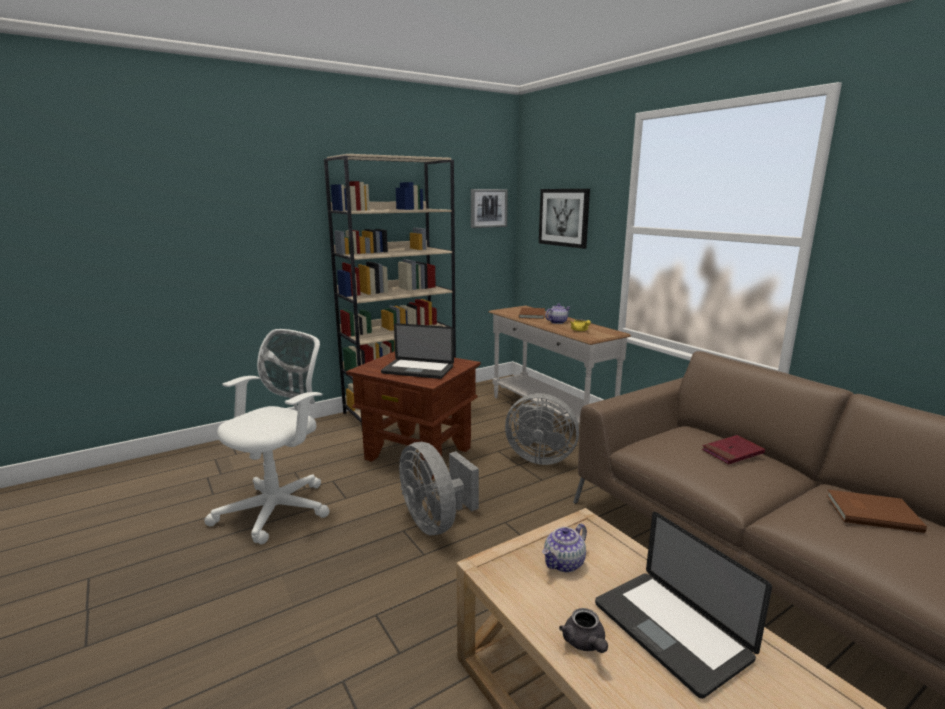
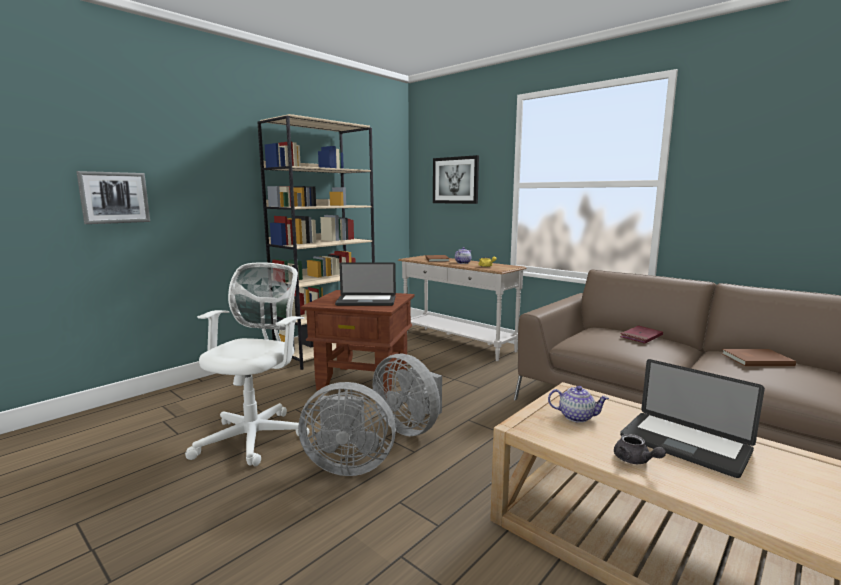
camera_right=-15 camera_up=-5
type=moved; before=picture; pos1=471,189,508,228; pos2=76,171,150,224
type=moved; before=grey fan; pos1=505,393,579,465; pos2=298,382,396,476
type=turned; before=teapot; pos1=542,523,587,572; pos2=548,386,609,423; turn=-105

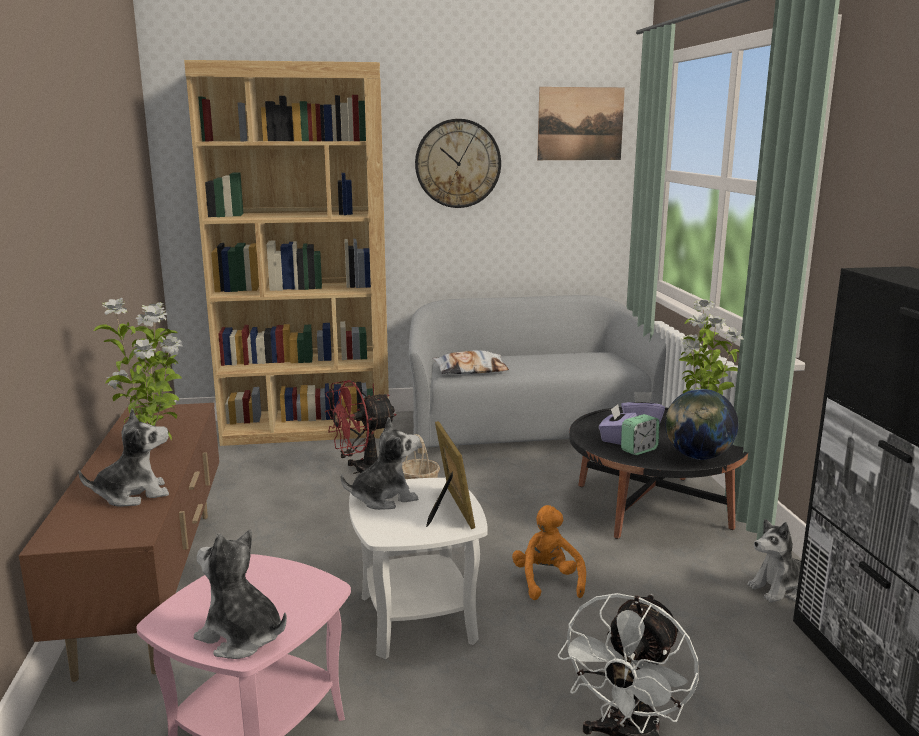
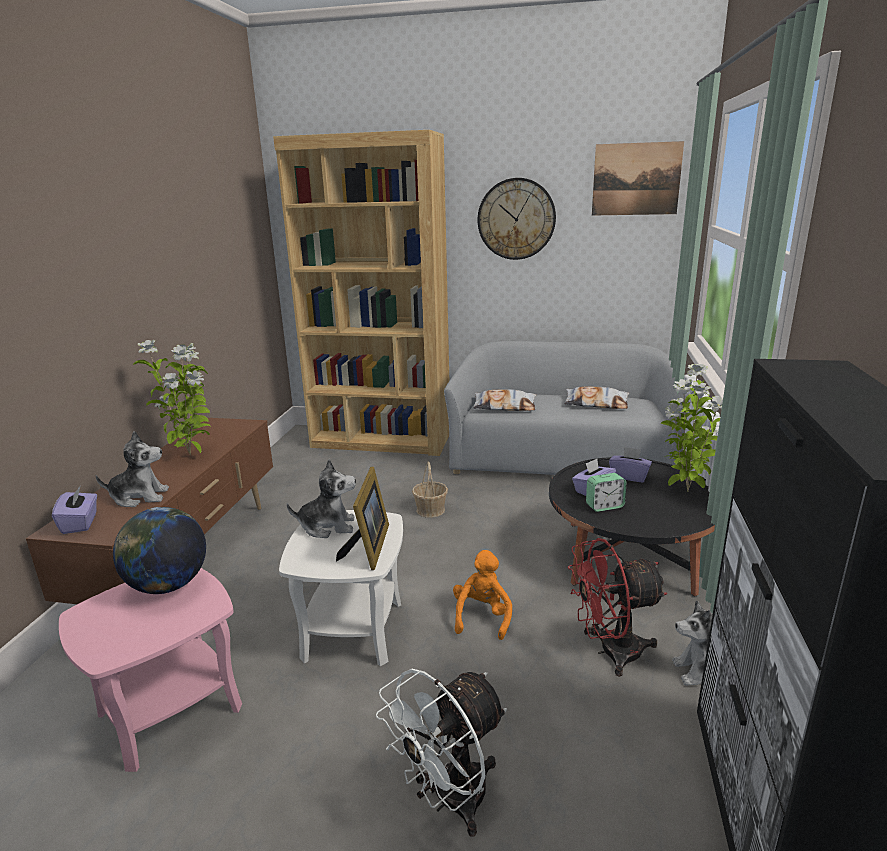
camera_right=20 camera_up=5
type=removed; before=plush toy; pos1=194,529,287,659
type=added; after=purple tissue box; pos2=52,485,97,534
type=added; after=pillow; pos2=564,386,630,409
type=moved; before=red fan; pos1=325,380,397,474; pos2=568,538,667,677
type=moved; before=globe; pos1=665,389,739,460; pos2=113,507,206,594

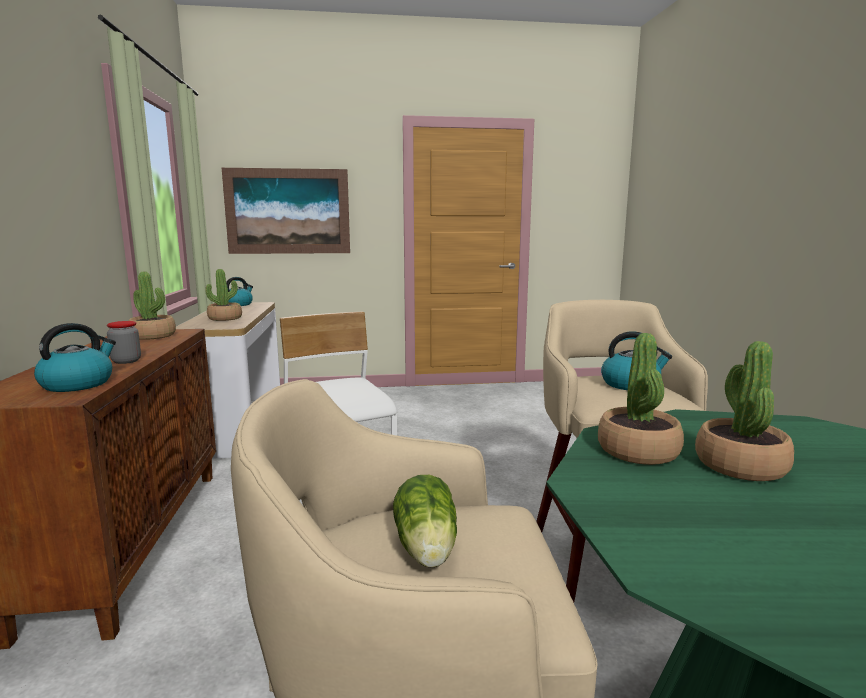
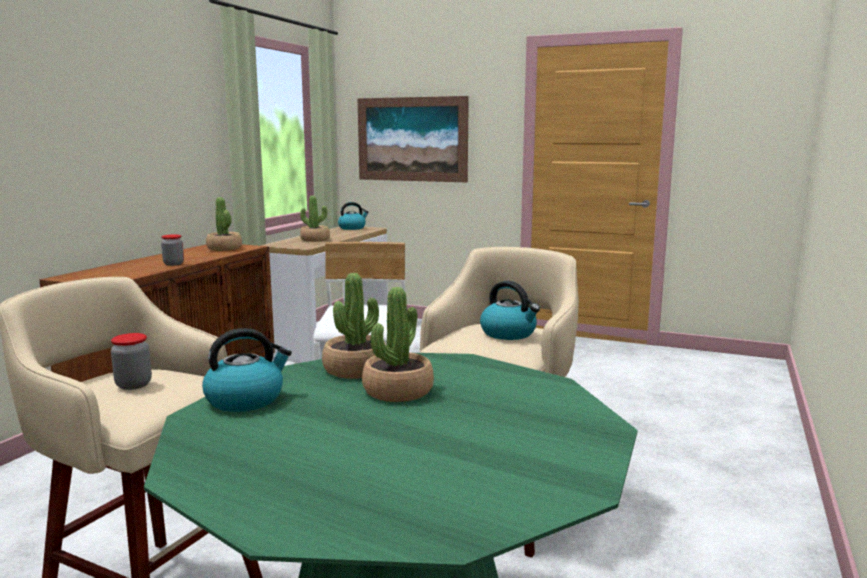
camera_right=30 camera_up=0
type=moved; before=kettle; pos1=34,323,116,392; pos2=202,328,292,412
type=replaced; before=lettuce; after=jar; pos1=393,475,457,568; pos2=111,333,152,390

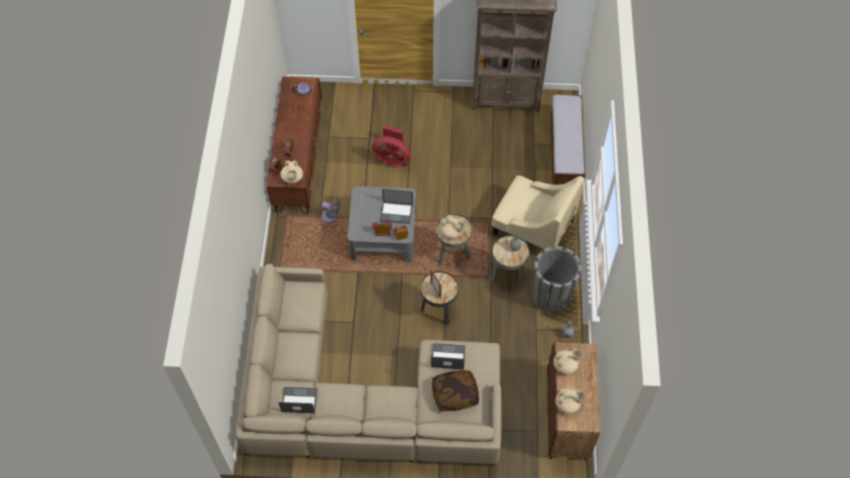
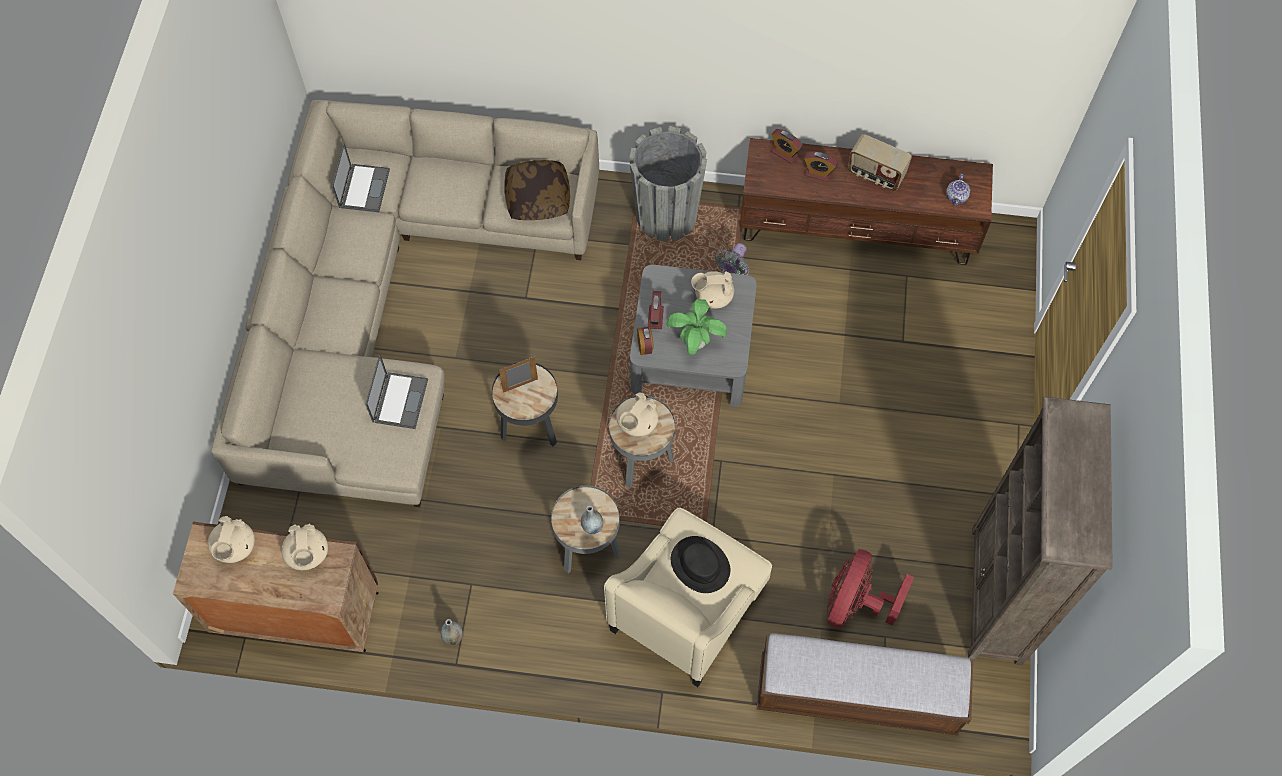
camera_right=95 camera_up=5
type=added; after=black hat; pos2=671,536,730,593
type=added; after=radio; pos2=848,134,912,191
type=moved; before=beige teapot; pos1=281,161,303,184; pos2=691,271,734,309
type=moved; before=red fan; pos1=372,125,411,167; pos2=827,549,914,628
type=moved; before=pillow; pos1=432,370,479,411; pos2=504,160,570,220
type=moved; before=grey planter; pos1=533,246,582,313; pos2=629,126,707,242
type=replaced; before=laptop; after=potted plant; pos1=380,189,413,224; pos2=666,299,727,355

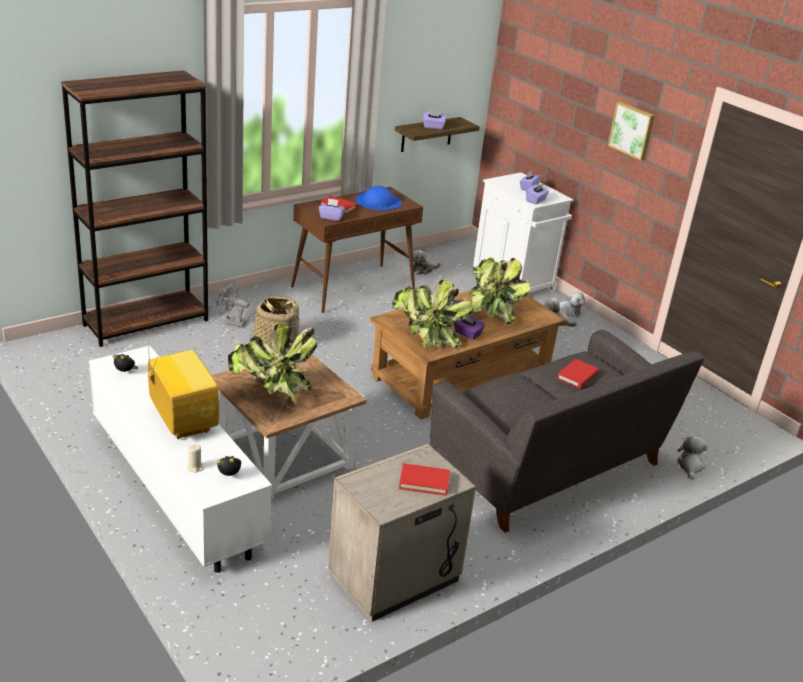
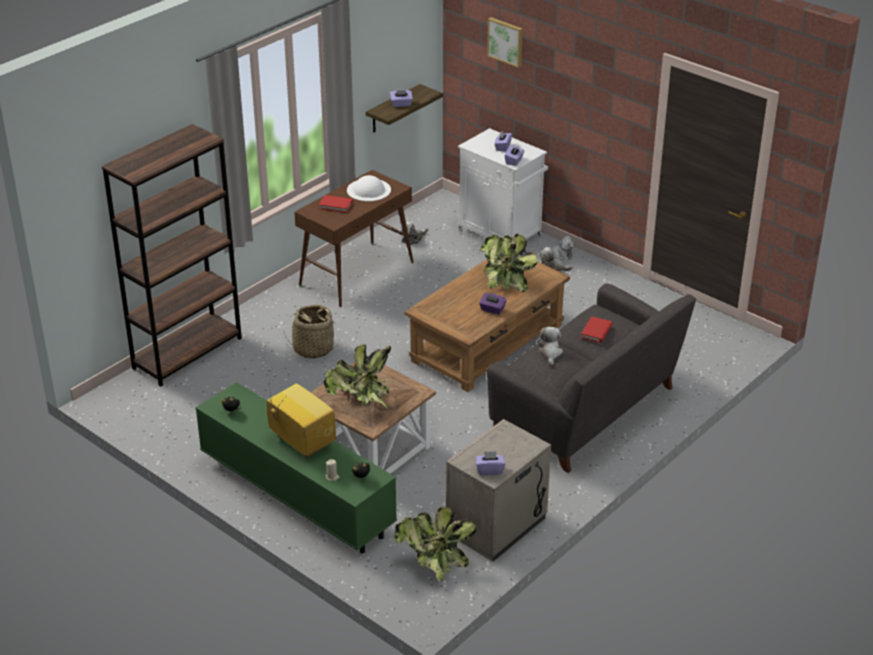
camera_right=-10 camera_up=5
type=removed; before=grey fan; pos1=217,281,249,327
type=removed; before=red book; pos1=399,463,450,496
type=moved; before=purple tissue box; pos1=319,198,345,221; pos2=476,451,505,475
type=moved; before=potted plant; pos1=392,280,474,349; pos2=394,507,476,581
type=moved; before=picture; pos1=608,102,655,161; pos2=487,17,523,67
type=moved; before=plush toy; pos1=677,436,707,480; pos2=537,326,563,366
type=recoloured; before=white tv stand; after=green tv stand; pos1=89,346,272,573; pos2=195,382,397,554
type=recoloured; before=blue hat; after=white hat; pos1=356,186,402,210; pos2=347,175,391,201

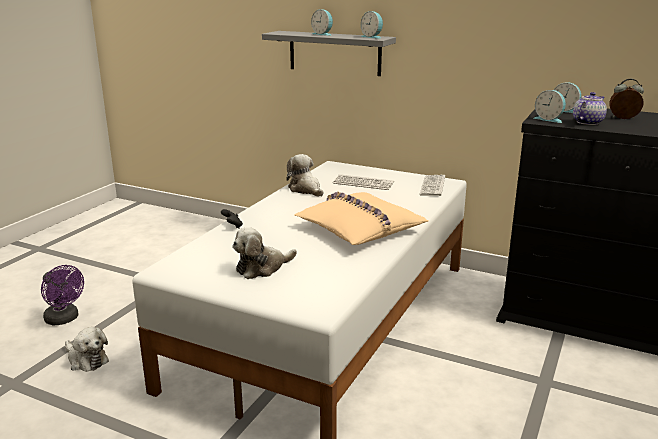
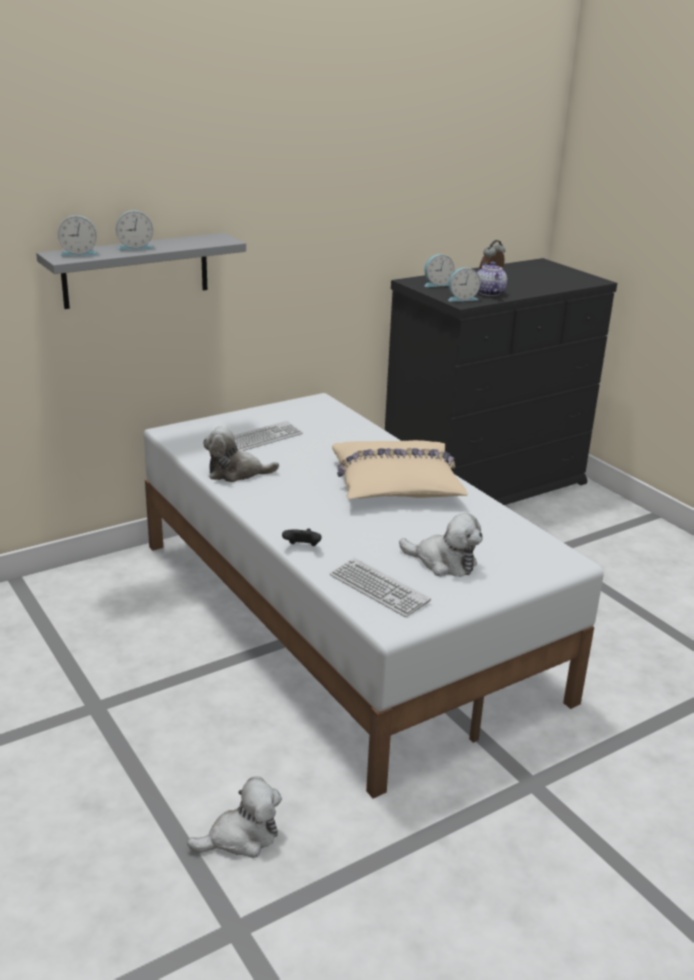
camera_right=-60 camera_up=5
type=removed; before=purple fan; pos1=41,265,84,325
type=moved; before=alarm clock; pos1=361,11,383,39; pos2=58,215,99,256
type=moved; before=keyboard; pos1=419,175,445,196; pos2=330,558,431,617
type=turned; before=plush toy; pos1=232,227,297,279; pos2=399,513,483,577; turn=-60

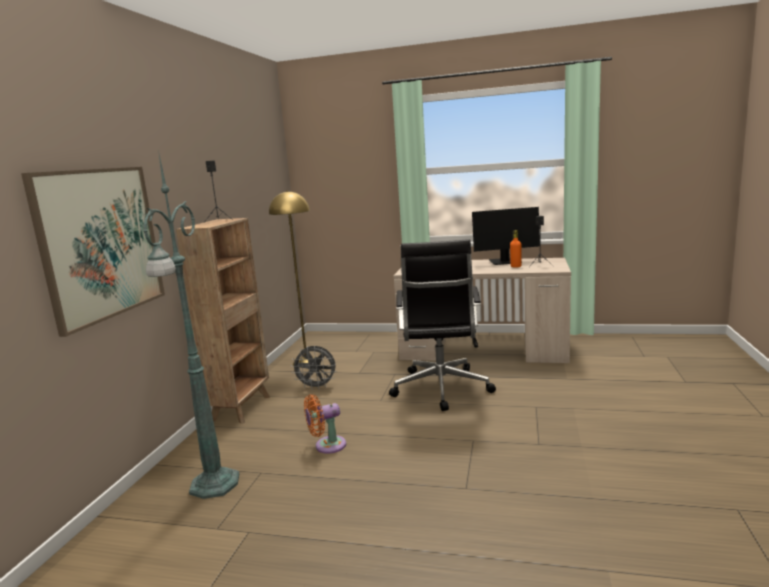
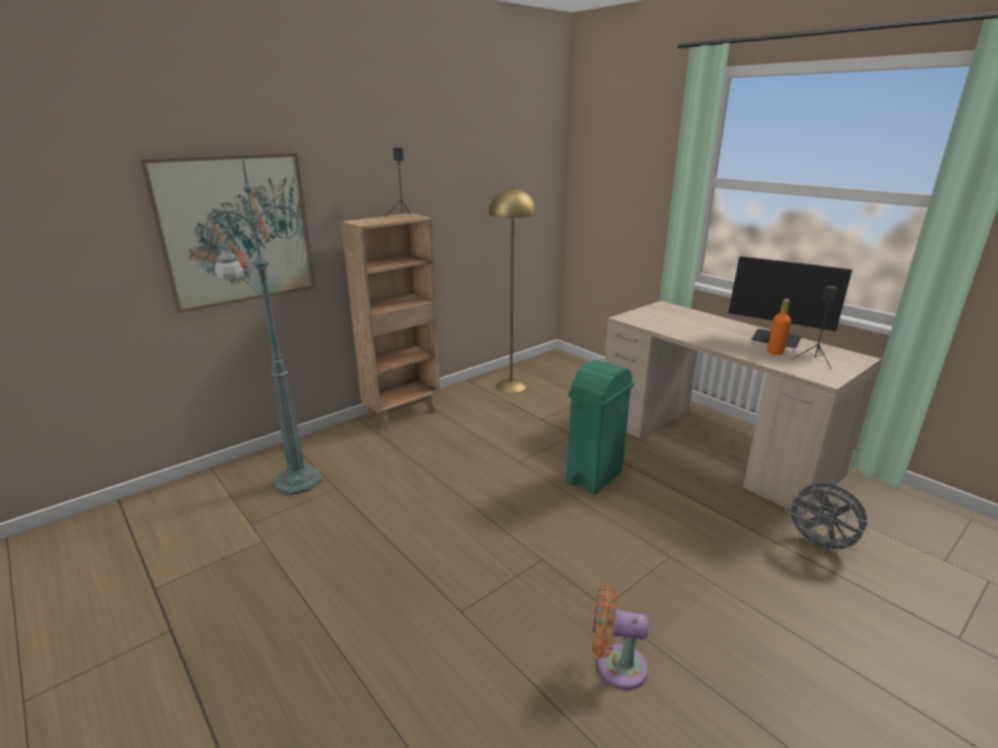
camera_right=35 camera_up=10
type=moved; before=grey fan; pos1=291,346,337,390; pos2=785,483,869,555
type=moved; before=orange fan; pos1=304,394,346,454; pos2=592,584,648,690
type=replaced; before=black office chair; after=green trash can; pos1=389,239,496,411; pos2=566,360,634,495

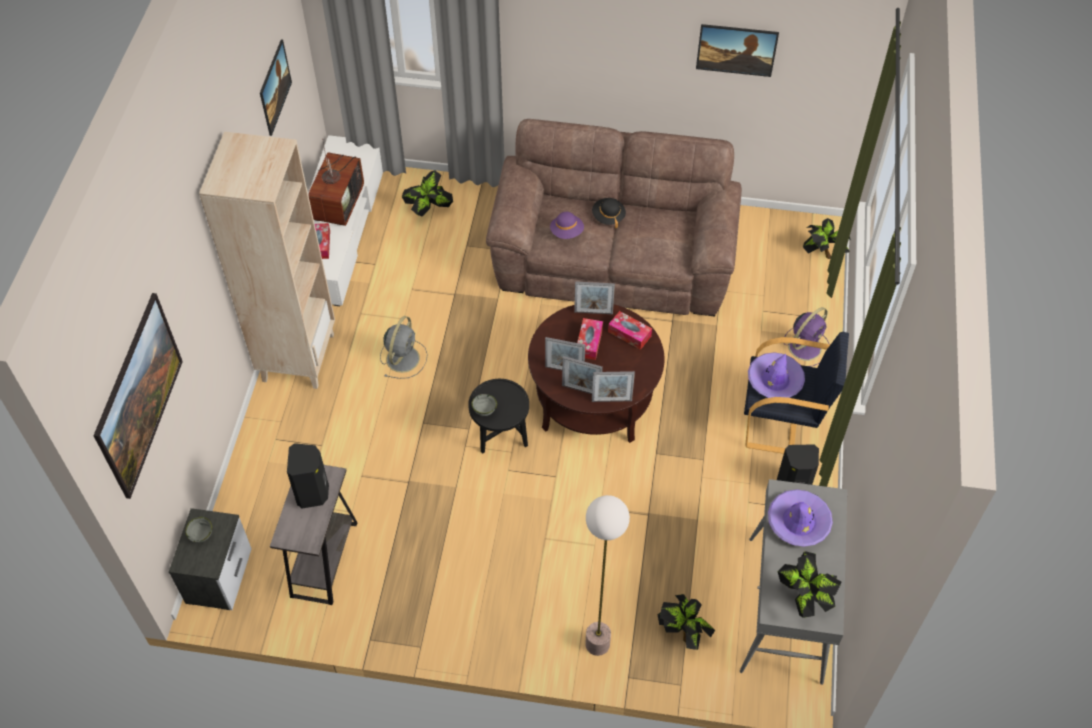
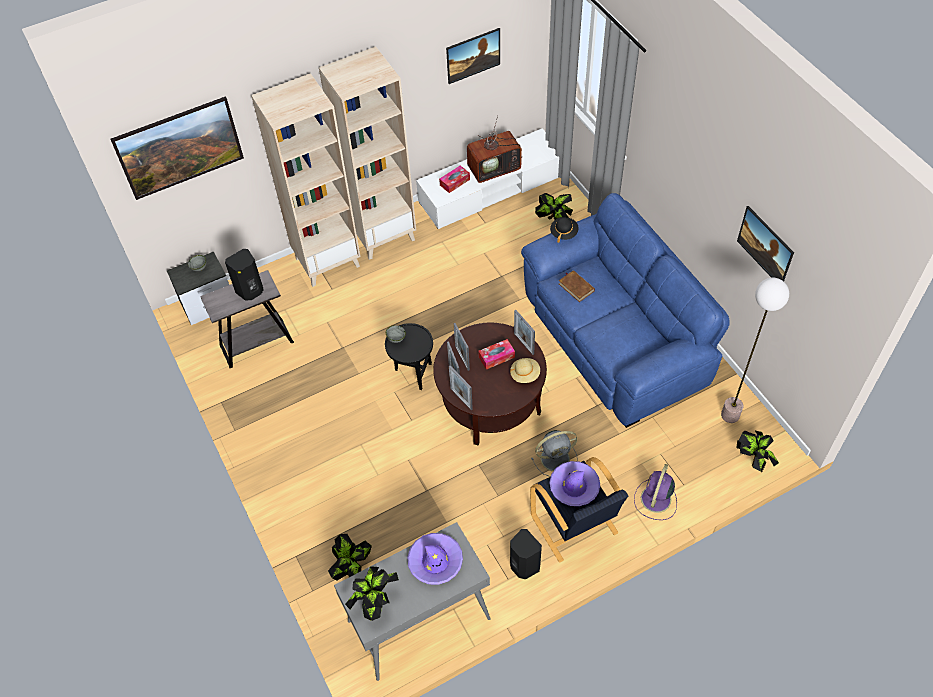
camera_right=55 camera_up=0
type=added; after=beige bookcase; pos2=251,73,361,287
type=moved; before=grey fan; pos1=380,316,428,379; pos2=531,430,578,477
type=moved; before=floor lamp; pos1=585,495,630,656; pos2=721,278,789,423
type=moved; before=black hat; pos1=592,198,626,228; pos2=550,217,579,243
type=replaced; before=purple hat; after=brown book; pos1=550,212,584,239; pos2=559,270,595,302
type=replaced; before=tissue box; after=beige hat; pos1=608,311,652,350; pos2=510,358,540,383
type=recoloured; before=brown sofa; after=blue sofa; pos1=486,119,742,317; pos2=521,193,730,428
type=turned; before=purple fan; pos1=785,307,829,367; pos2=634,464,677,520; turn=105

